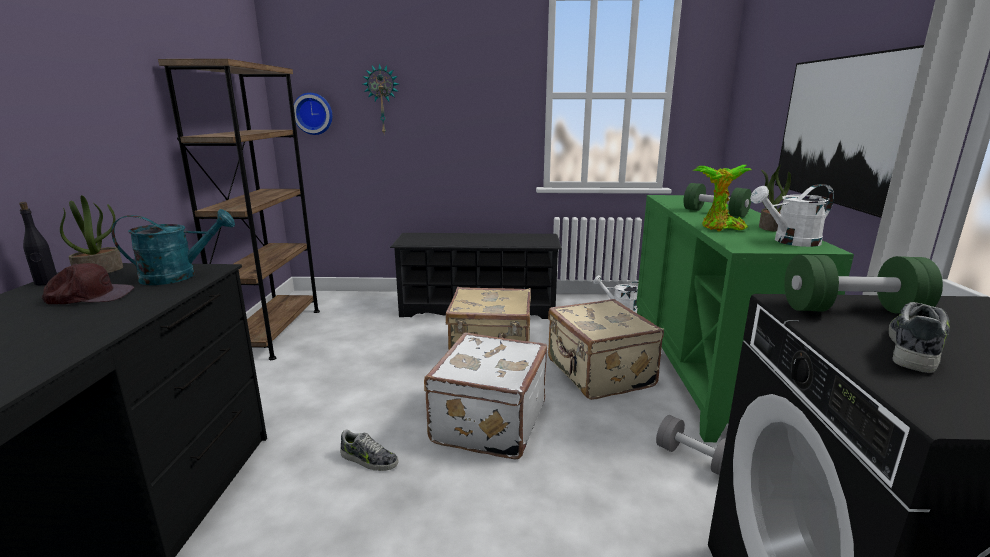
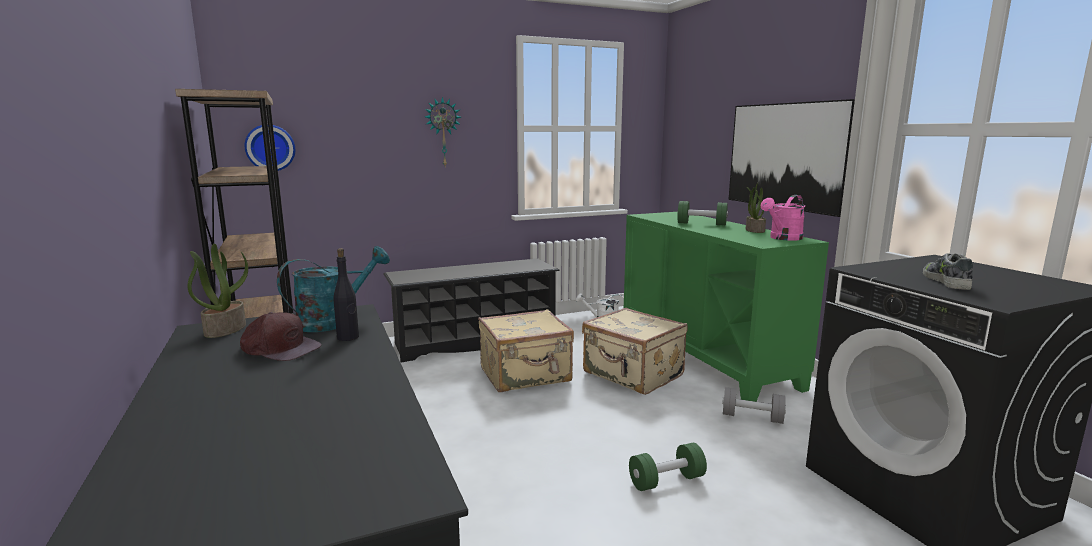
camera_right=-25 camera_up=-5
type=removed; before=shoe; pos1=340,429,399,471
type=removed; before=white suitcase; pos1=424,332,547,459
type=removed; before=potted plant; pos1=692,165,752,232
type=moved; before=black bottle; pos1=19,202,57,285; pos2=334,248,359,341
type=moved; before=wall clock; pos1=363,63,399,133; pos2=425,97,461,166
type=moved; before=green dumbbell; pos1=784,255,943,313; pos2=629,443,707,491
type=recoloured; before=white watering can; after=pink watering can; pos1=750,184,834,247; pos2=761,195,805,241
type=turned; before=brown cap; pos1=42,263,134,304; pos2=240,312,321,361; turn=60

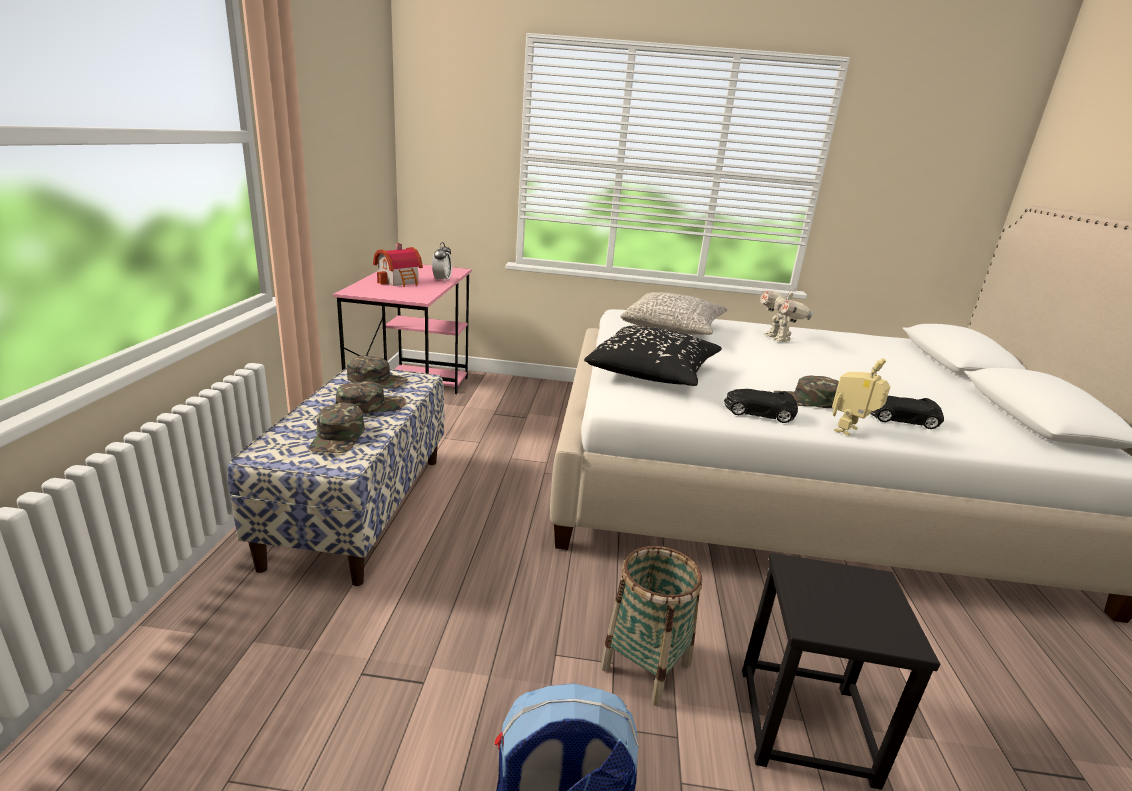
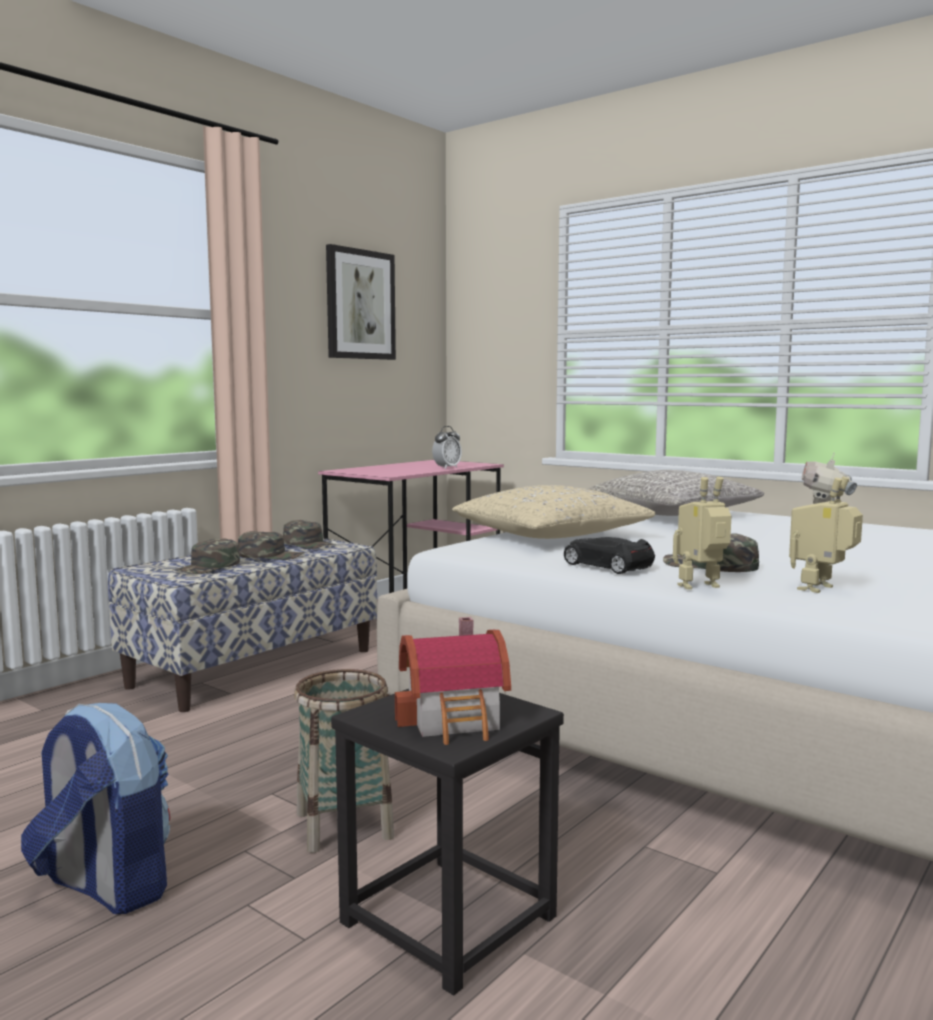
camera_right=35 camera_up=-15
type=added; after=picture; pos2=326,244,396,360
type=moved; before=toy house; pos1=373,243,423,287; pos2=395,617,511,745
type=replaced; before=black toy car; after=toy robot; pos1=870,396,944,429; pos2=789,476,863,593
type=recoloured; before=black pillow; after=beige pillow; pos1=584,326,722,386; pos2=452,485,656,539

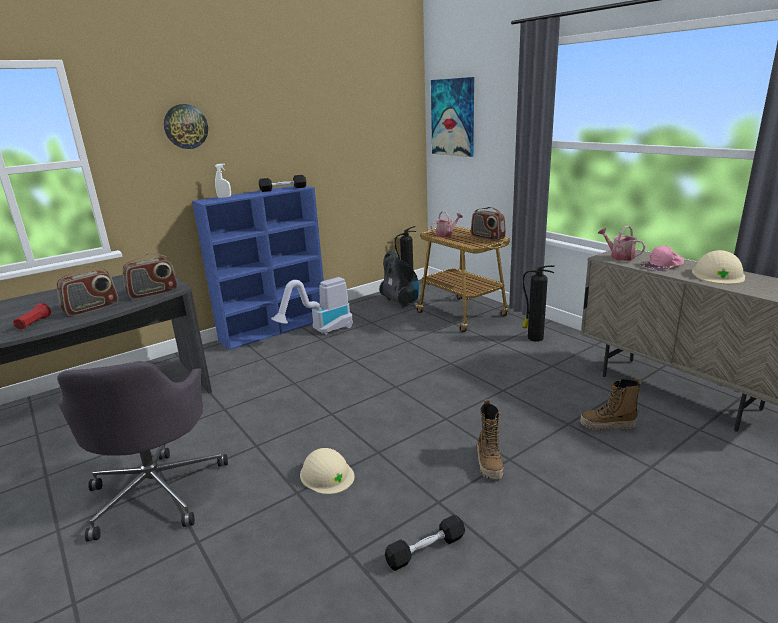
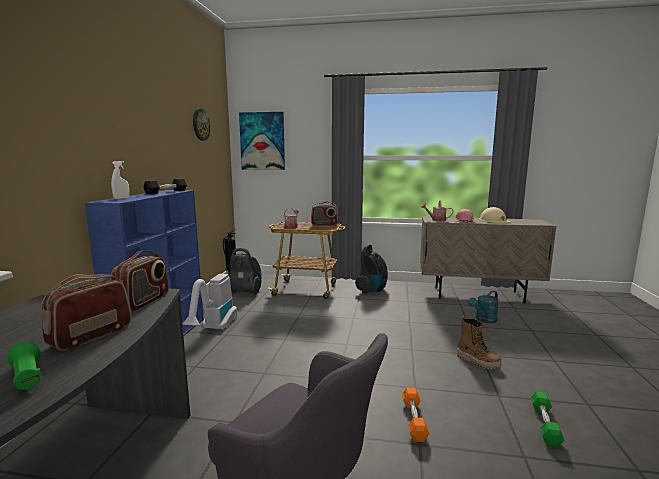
camera_right=-45 camera_up=-10
type=moved; before=wall clock; pos1=164,104,208,149; pos2=193,109,210,141
type=replaced; before=beige hard hat; after=orange dumbbell; pos1=300,448,355,495; pos2=402,387,429,442
type=replaced; before=fire extinguisher; after=vacuum cleaner; pos1=522,265,555,342; pos2=355,244,388,293
type=replaced; before=boot; after=turquoise watering can; pos1=580,379,642,430; pos2=468,291,499,323
type=recoloured; before=red flashlight; after=green flashlight; pos1=13,303,51,329; pos2=8,342,42,390
type=recoloured; before=black dumbbell; after=green dumbbell; pos1=385,515,465,571; pos2=531,391,564,447
type=turned; before=radio; pos1=57,266,118,316; pos2=42,274,132,351; turn=-150

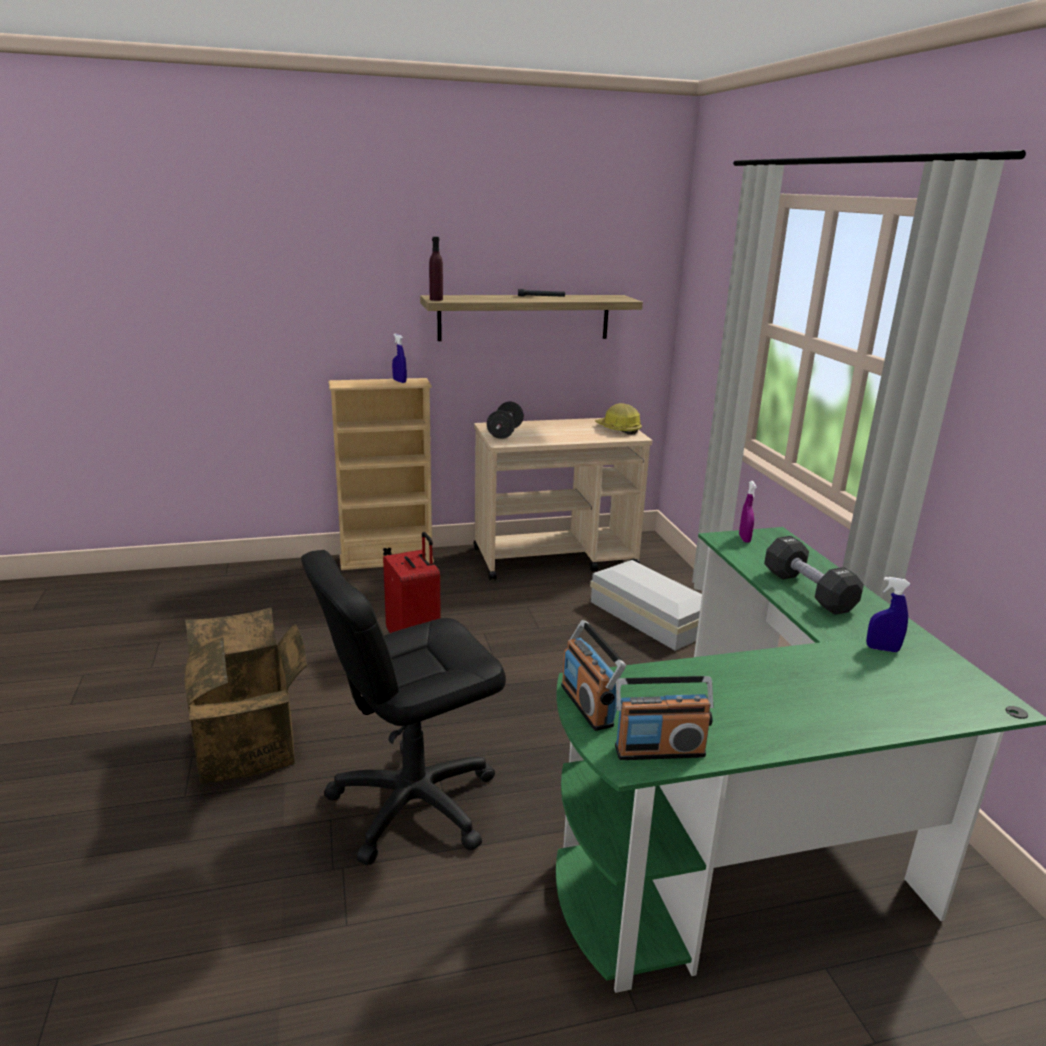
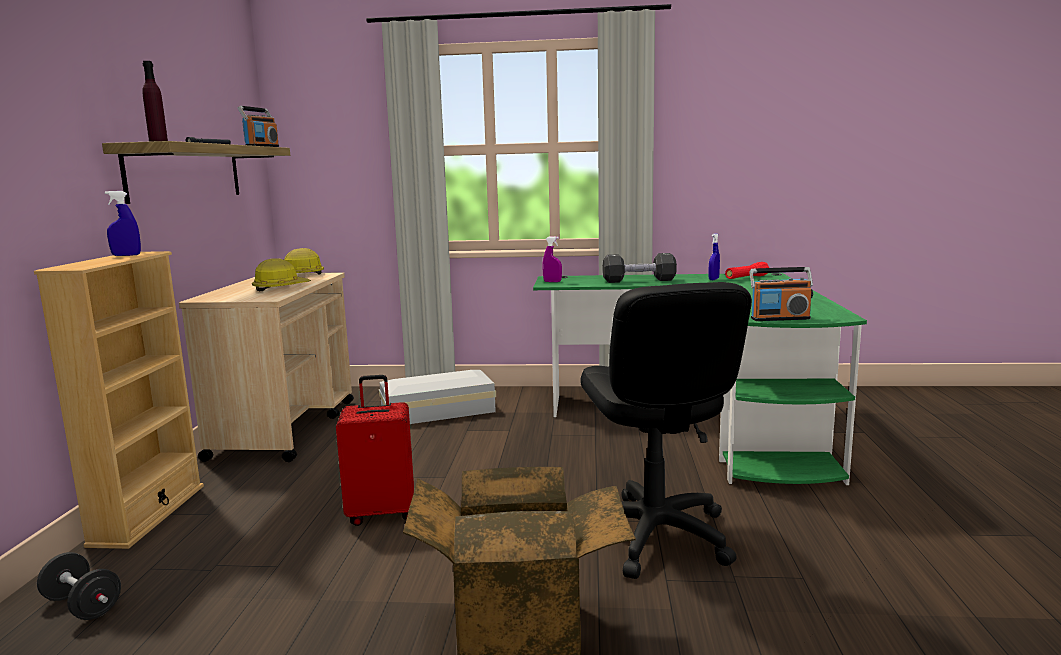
camera_right=-70 camera_up=-10
type=added; after=hard hat; pos2=252,258,311,291
type=added; after=red flashlight; pos2=725,262,769,279
type=moved; before=black dumbbell; pos1=487,402,524,439; pos2=37,552,121,620
type=moved; before=radio; pos1=615,676,714,760; pos2=238,106,279,147

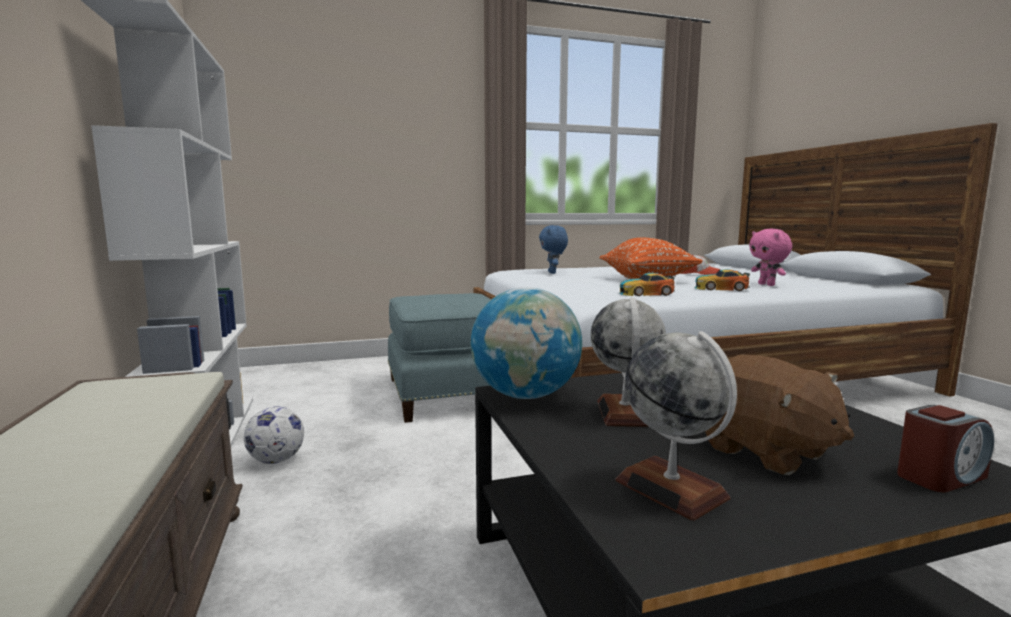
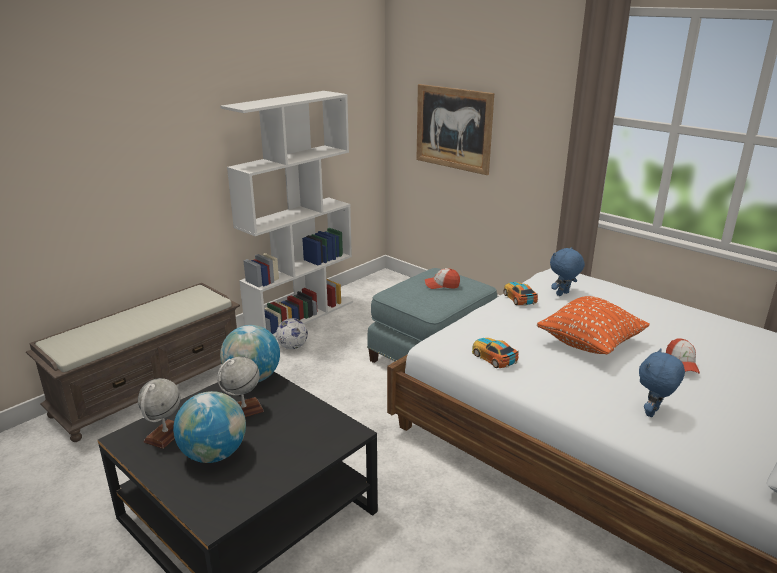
camera_right=60 camera_up=15
type=removed; before=alarm clock; pos1=897,405,994,492
type=added; after=picture; pos2=416,84,494,175
type=added; after=cap; pos2=425,268,460,289
type=moved; before=toy car; pos1=695,269,750,291; pos2=503,282,538,306
type=replaced; before=brown plush toy; after=globe; pos1=705,355,854,475; pos2=173,391,246,463
type=recoloured; before=pink plush toy; after=blue plush toy; pos1=749,229,792,286; pos2=639,348,685,417

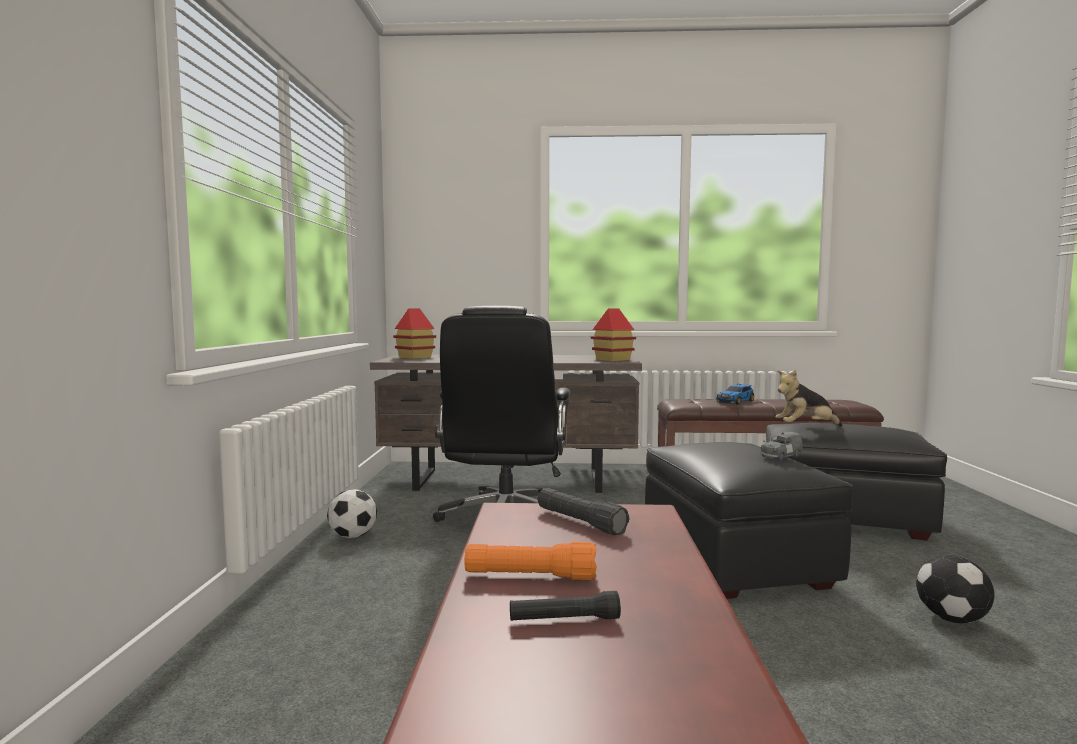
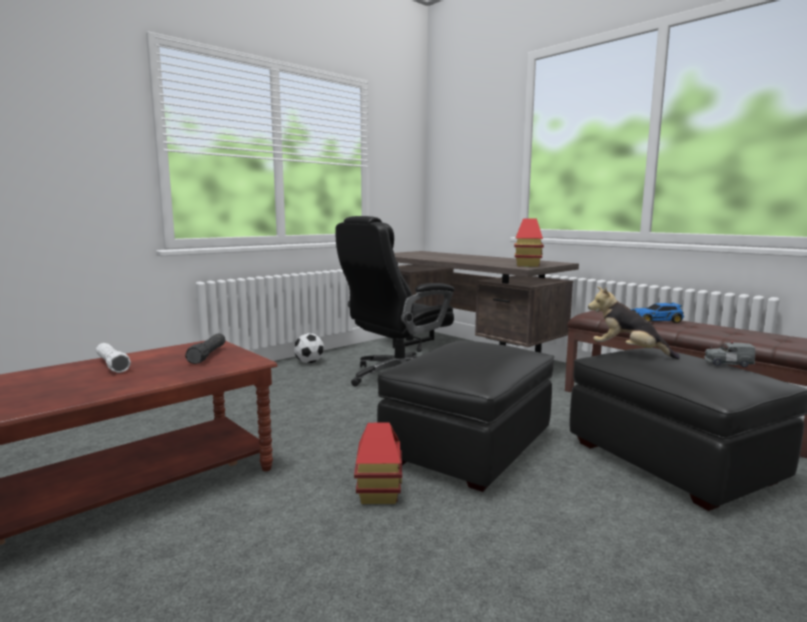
camera_right=45 camera_up=5
type=removed; before=black flashlight; pos1=510,591,621,621
type=removed; before=football; pos1=916,555,995,623
type=moved; before=toy house; pos1=393,309,436,359; pos2=354,423,402,504
type=moved; before=grey toy car; pos1=761,432,803,460; pos2=705,341,755,367
type=recoloured; before=orange flashlight; after=white flashlight; pos1=465,542,597,580; pos2=96,343,131,373

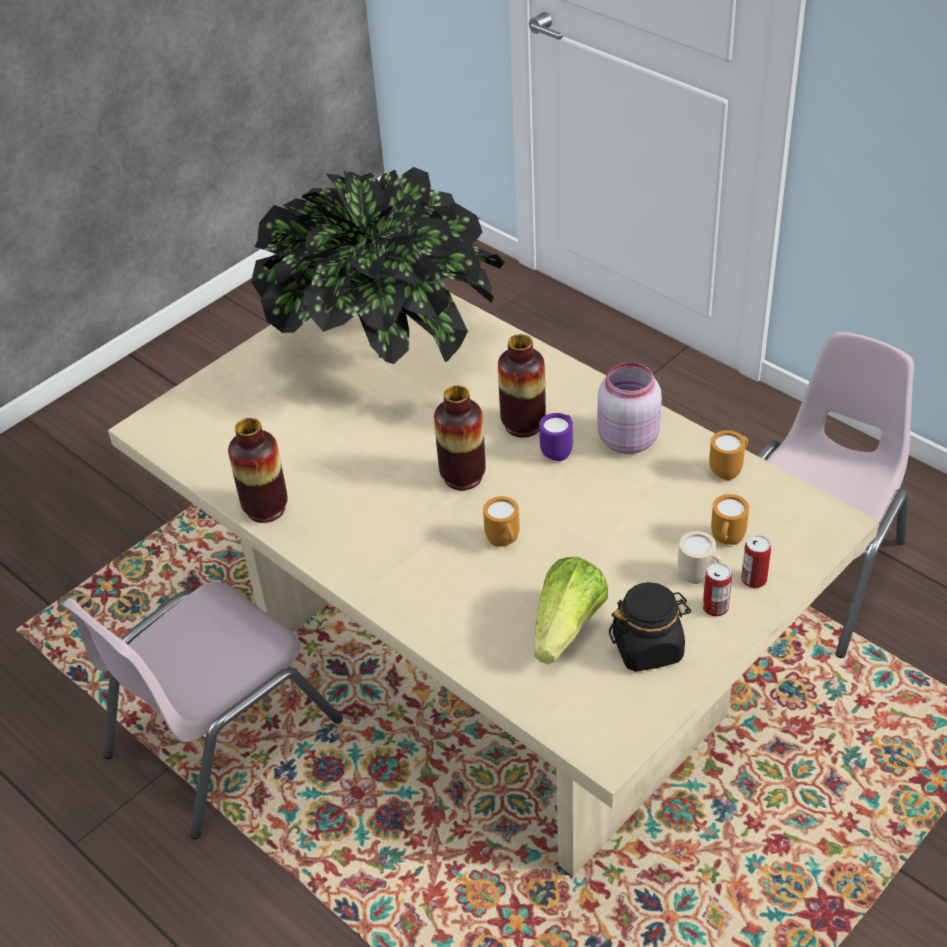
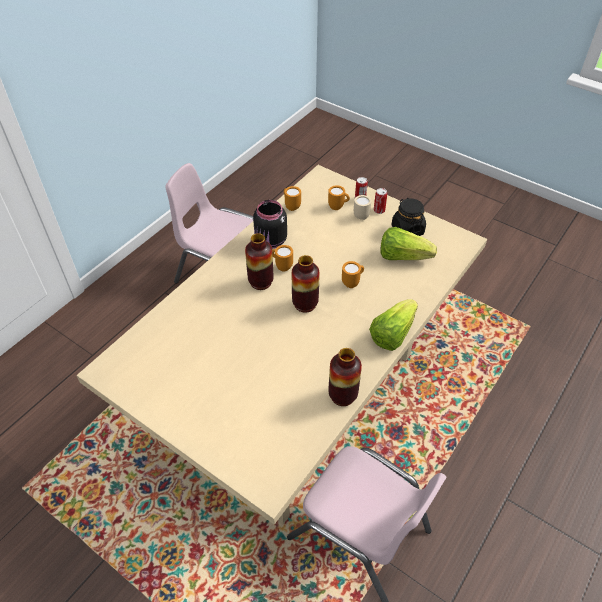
camera_right=-100 camera_up=5
type=removed; before=potted plant; pos1=251,167,505,364
type=added; after=lettuce; pos2=369,299,418,351
type=recoloured; before=purple mug; after=orange mug; pos1=539,413,573,461; pos2=272,245,293,272
type=recoloured; before=pink jar; after=black jar; pos1=597,362,662,454; pos2=253,200,287,248

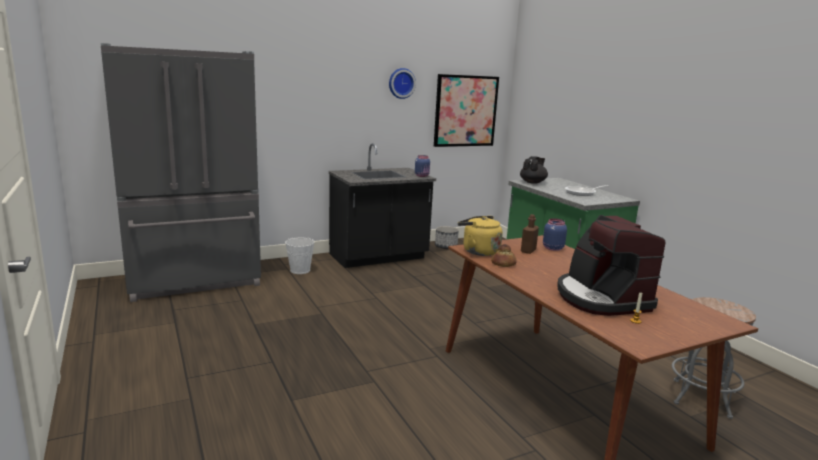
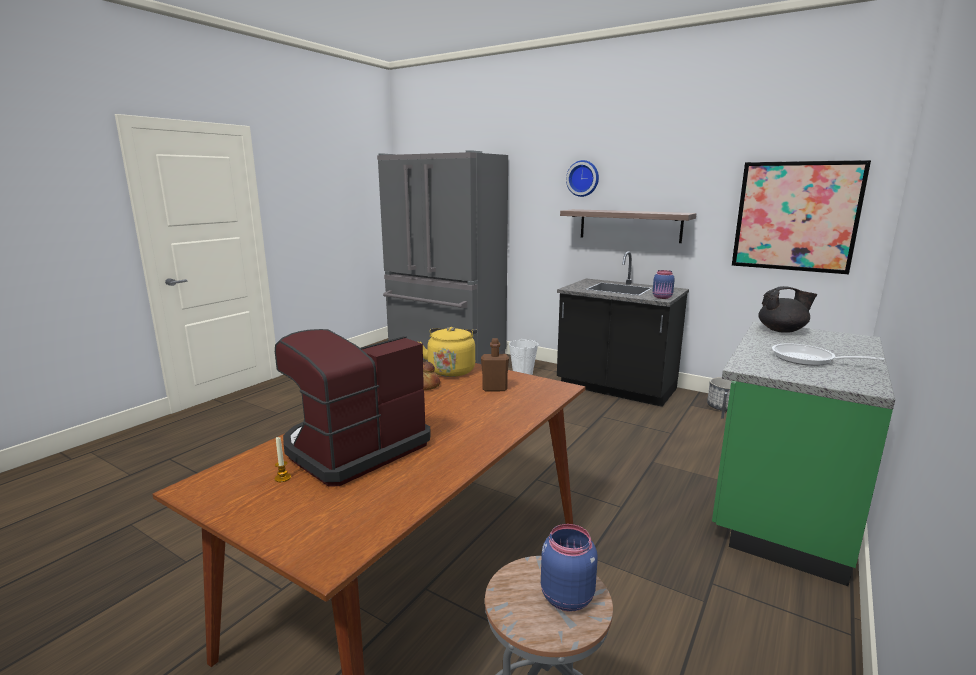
camera_right=60 camera_up=0
type=added; after=shelf; pos2=560,209,697,243
type=moved; before=wall clock; pos1=389,68,416,99; pos2=566,160,599,197
type=moved; before=blue jar; pos1=543,218,567,251; pos2=541,524,598,612

